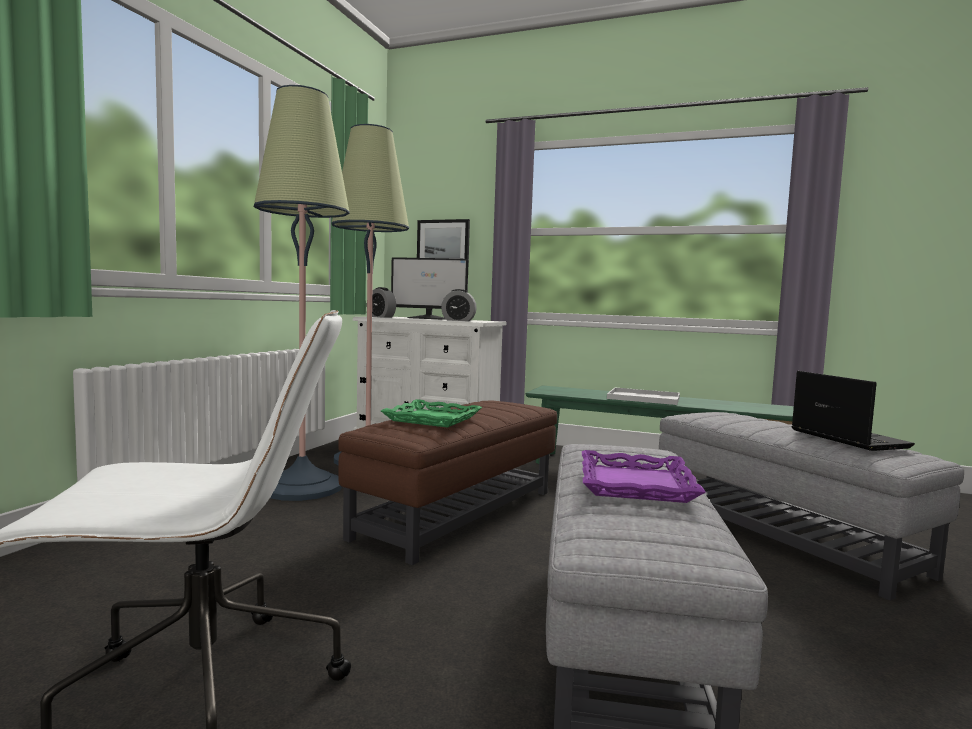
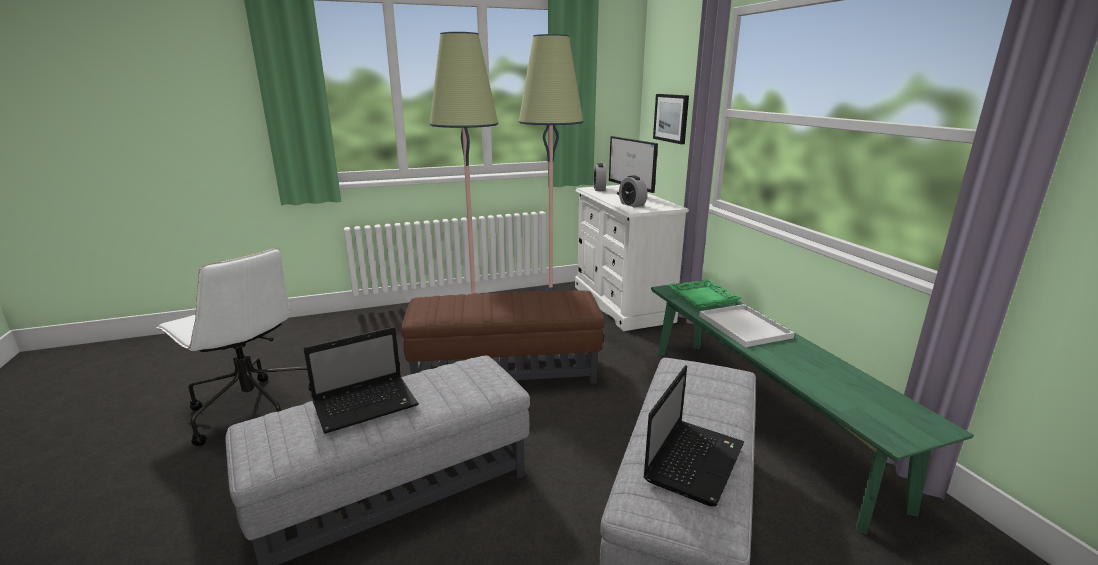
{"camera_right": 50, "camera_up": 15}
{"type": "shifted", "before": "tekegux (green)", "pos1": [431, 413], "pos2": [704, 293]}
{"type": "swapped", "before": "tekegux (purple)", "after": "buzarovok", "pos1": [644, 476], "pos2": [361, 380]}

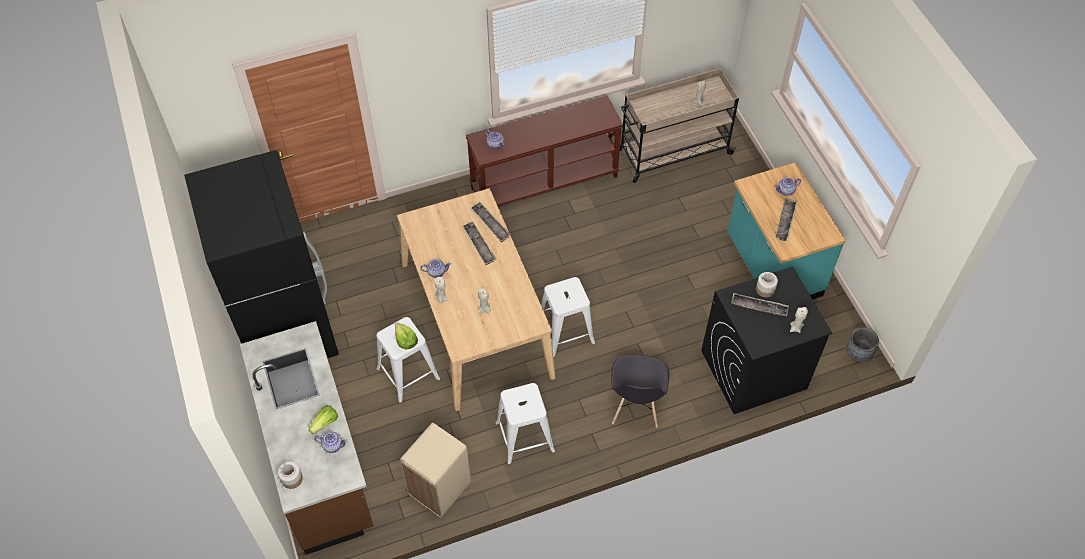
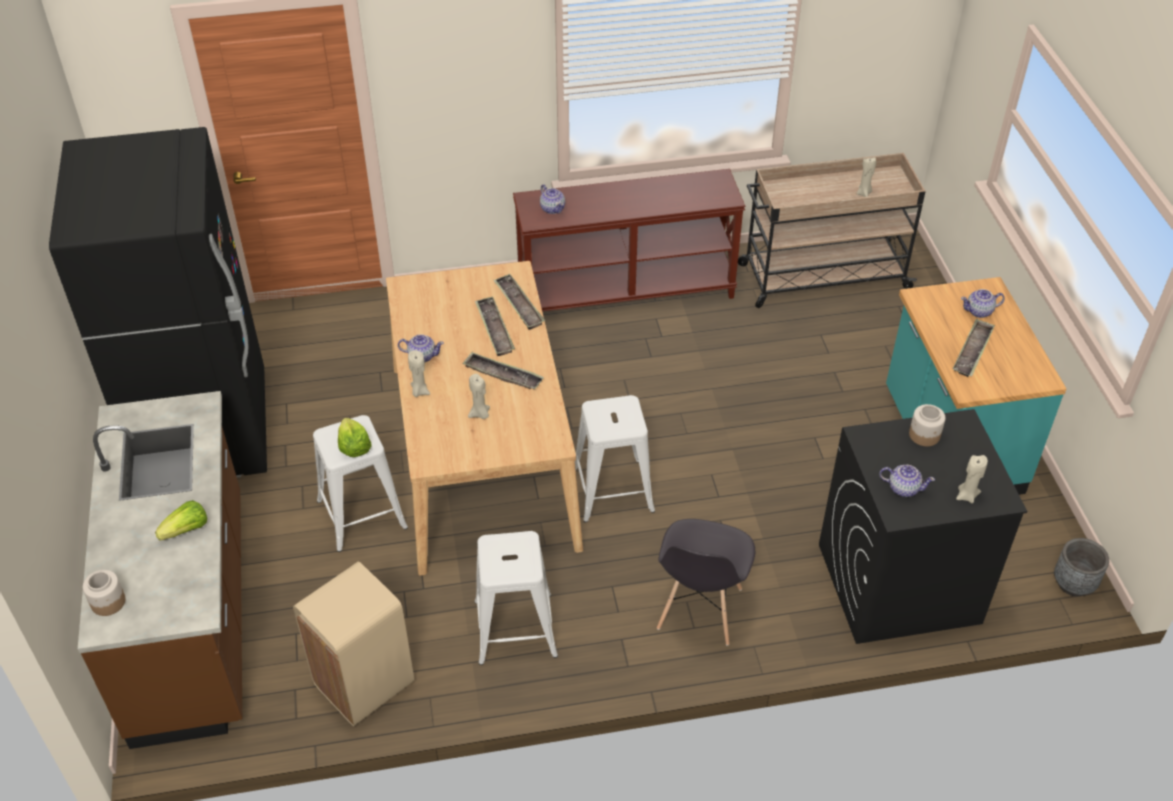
{"camera_right": 10, "camera_up": -10}
{"type": "shifted", "before": "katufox", "pos1": [331, 442], "pos2": [907, 481]}
{"type": "shifted", "before": "tekegux", "pos1": [760, 304], "pos2": [503, 370]}

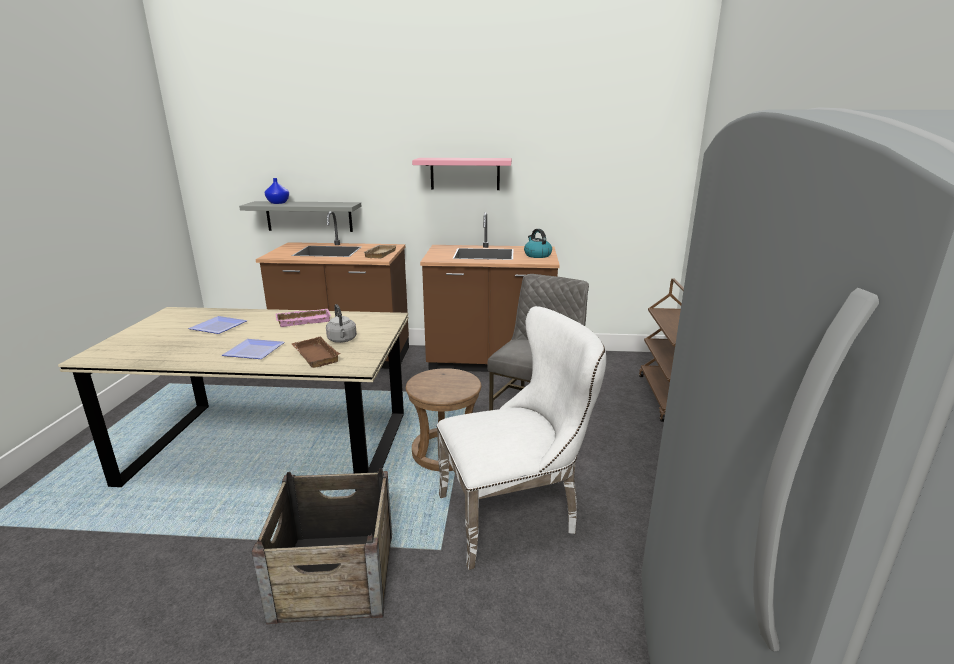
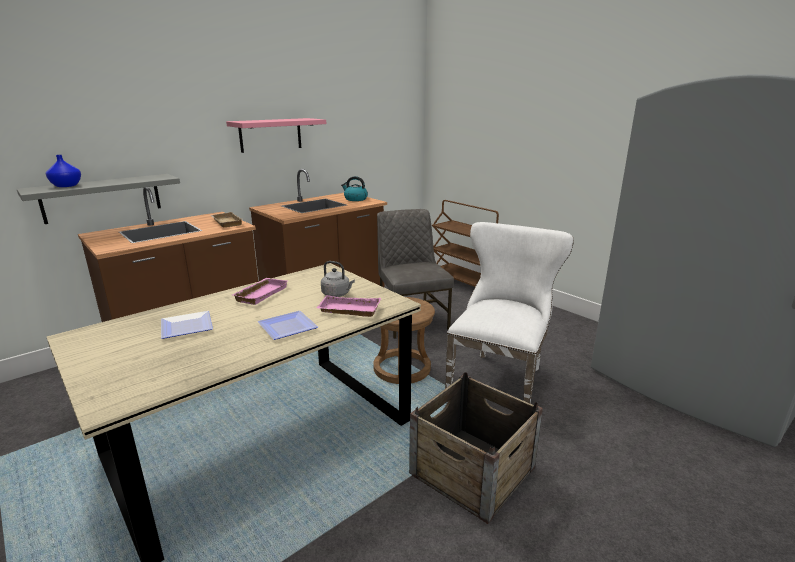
{"camera_right": -45, "camera_up": 0}
{"type": "repainted", "before": "tekegux (brown)", "after": "tekegux (pink)", "pos1": [316, 352], "pos2": [349, 306]}

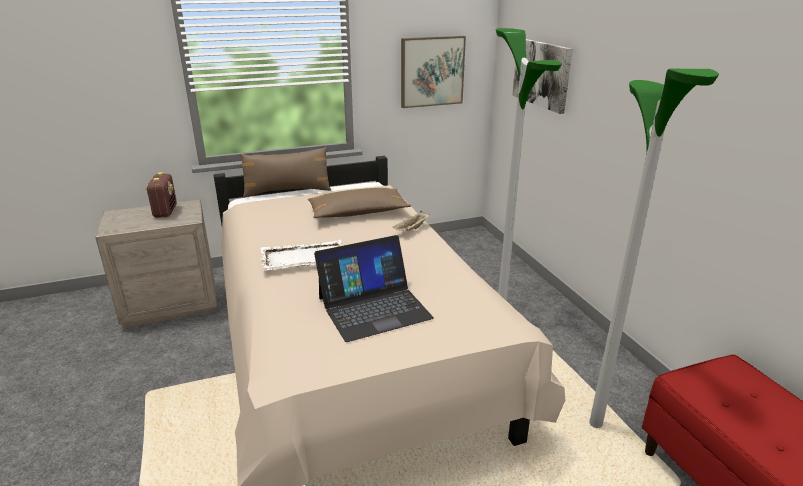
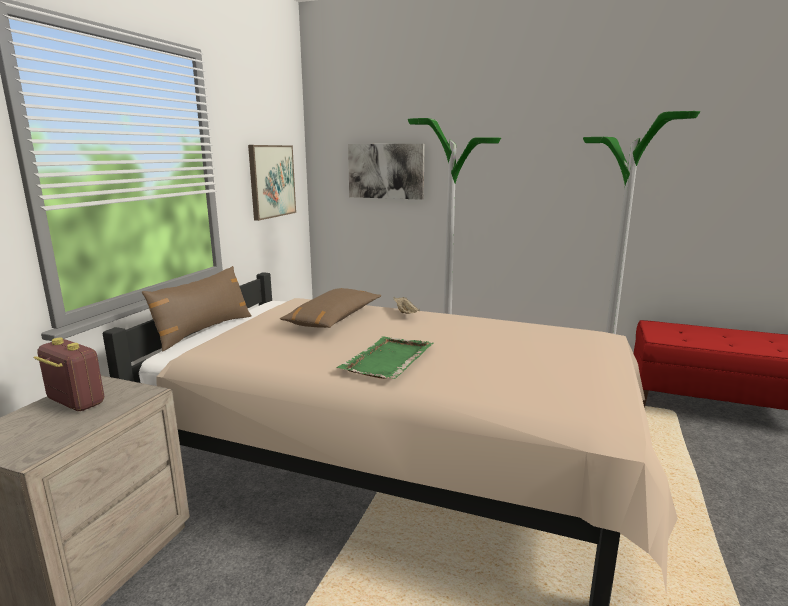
{"camera_right": -50, "camera_up": -10}
{"type": "gone", "before": "buzarovok", "pos1": [374, 288]}
{"type": "repainted", "before": "tekegux (white)", "after": "tekegux (green)", "pos1": [302, 255], "pos2": [385, 357]}

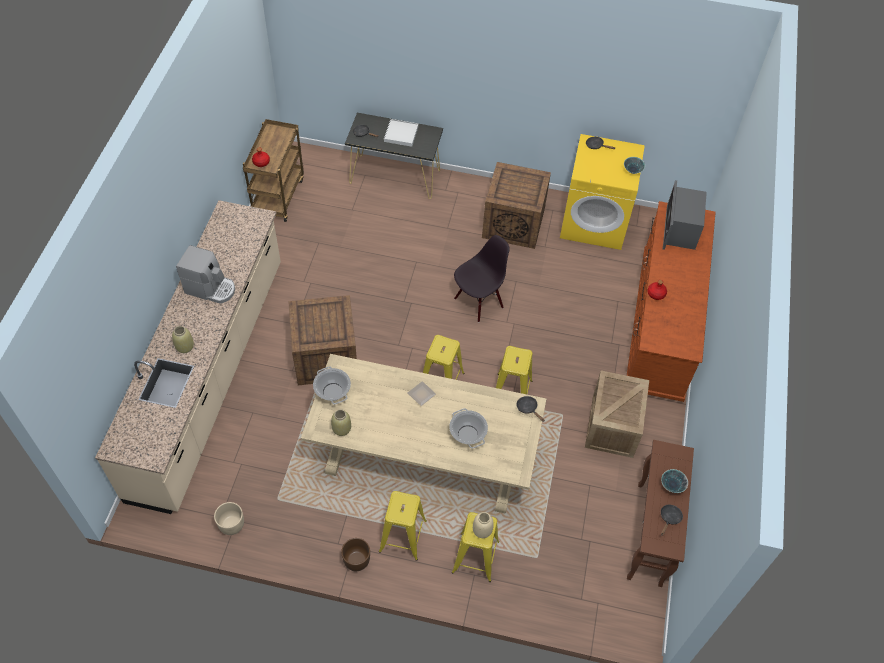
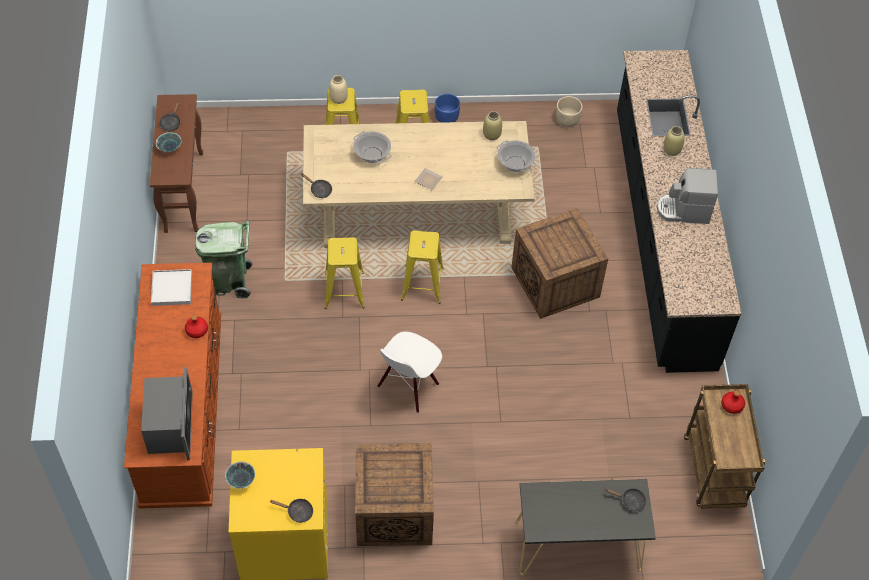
{"camera_right": 165, "camera_up": 0}
{"type": "shifted", "before": "tekegux (white)", "pos1": [401, 133], "pos2": [171, 287]}
{"type": "swapped", "before": "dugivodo", "after": "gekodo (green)", "pos1": [617, 414], "pos2": [224, 260]}
{"type": "repainted", "before": "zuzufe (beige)", "after": "zuzufe (black)", "pos1": [188, 357], "pos2": [679, 211]}
{"type": "repainted", "before": "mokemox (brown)", "after": "mokemox (blue)", "pos1": [355, 554], "pos2": [447, 108]}
{"type": "repainted", "before": "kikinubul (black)", "after": "kikinubul (white)", "pos1": [482, 278], "pos2": [410, 372]}

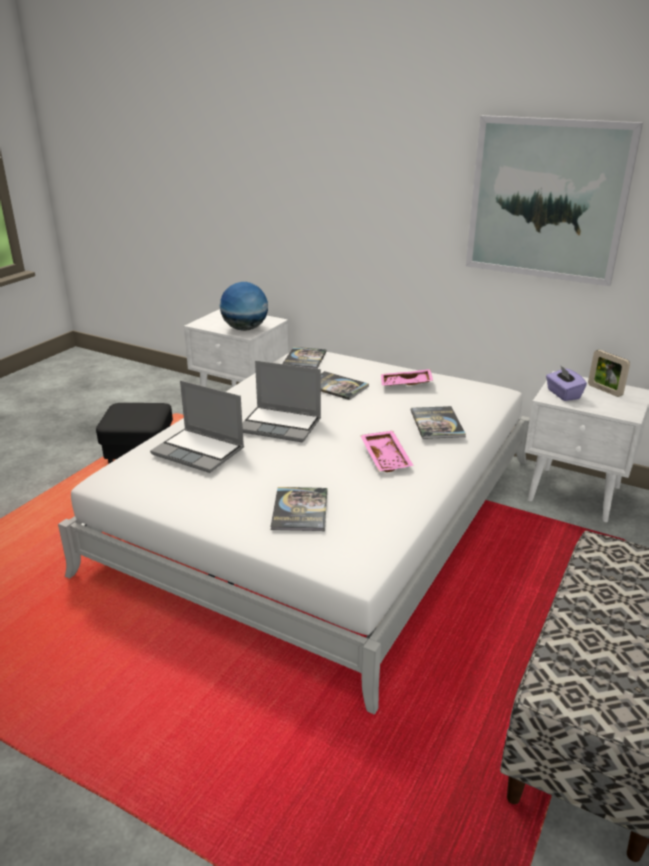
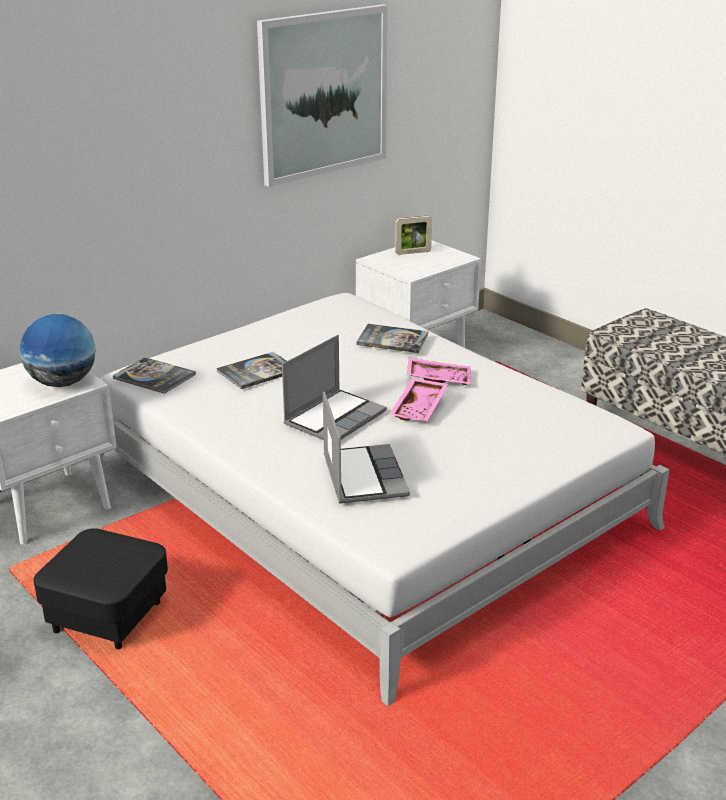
{"camera_right": -70, "camera_up": 0}
{"type": "gone", "before": "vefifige", "pos1": [298, 509]}
{"type": "gone", "before": "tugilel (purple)", "pos1": [566, 383]}
{"type": "shifted", "before": "tekegux (pink)", "pos1": [407, 377], "pos2": [418, 399]}
{"type": "rotated", "before": "buzarovok", "pos1": [197, 426], "pos2": [366, 448], "turn": -60}

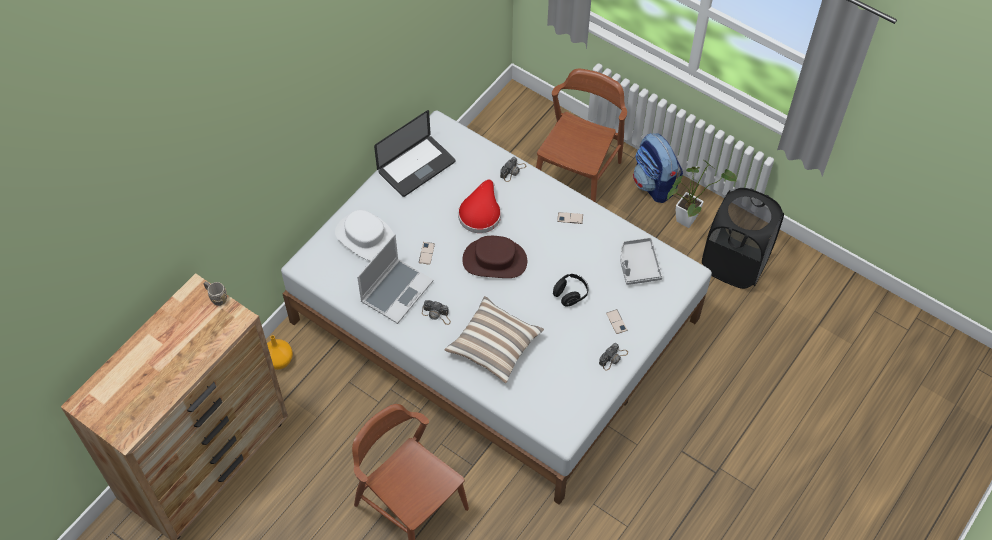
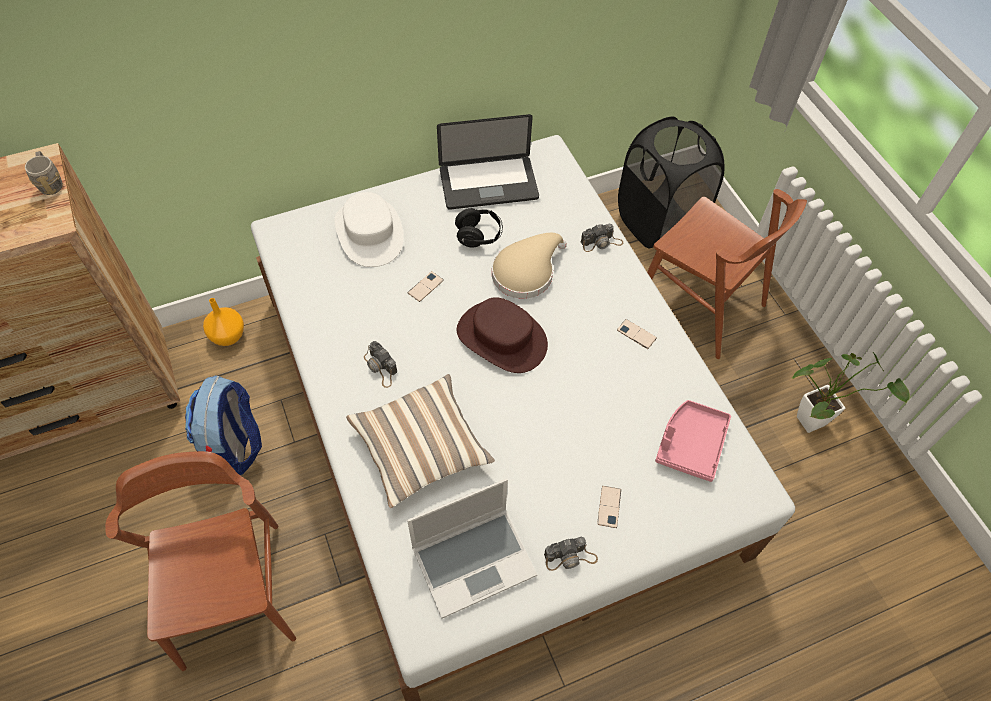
{"camera_right": 30, "camera_up": 0}
{"type": "shifted", "before": "buzarovok", "pos1": [395, 279], "pos2": [472, 548]}
{"type": "shifted", "before": "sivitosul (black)", "pos1": [571, 290], "pos2": [479, 227]}
{"type": "shifted", "before": "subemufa", "pos1": [658, 168], "pos2": [223, 425]}
{"type": "shifted", "before": "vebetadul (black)", "pos1": [743, 238], "pos2": [671, 182]}
{"type": "repainted", "before": "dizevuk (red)", "after": "dizevuk (beige)", "pos1": [479, 206], "pos2": [529, 266]}
{"type": "repainted", "before": "tekegux (grey)", "after": "tekegux (pink)", "pos1": [641, 261], "pos2": [693, 441]}
{"type": "rotated", "before": "kikinubul (brown)", "pos1": [581, 135], "pos2": [727, 274], "turn": 75}

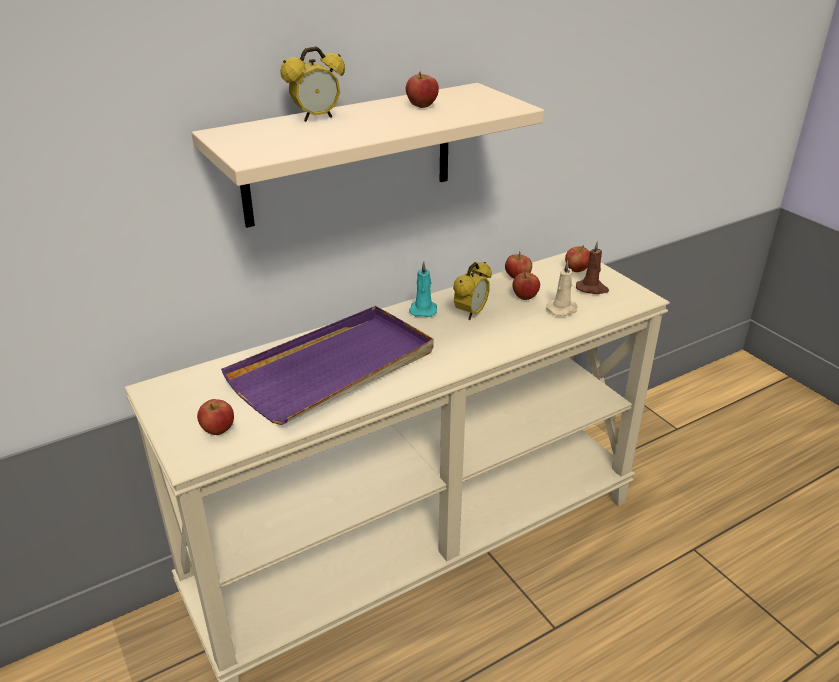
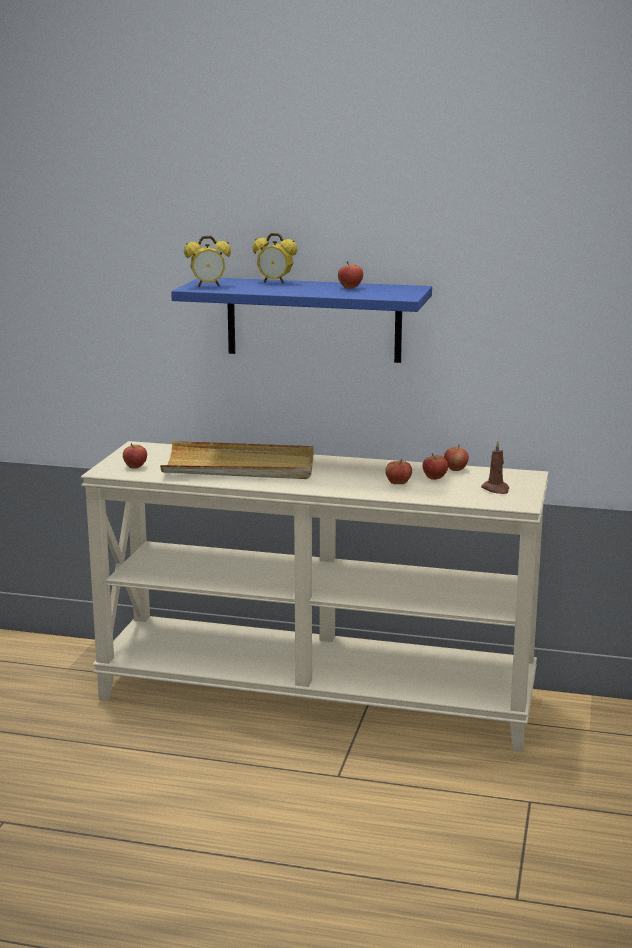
{"camera_right": 45, "camera_up": -15}
{"type": "gone", "before": "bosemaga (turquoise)", "pos1": [423, 289]}
{"type": "gone", "before": "bosemaga (beige)", "pos1": [562, 288]}
{"type": "shifted", "before": "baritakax", "pos1": [472, 291], "pos2": [207, 261]}
{"type": "shifted", "before": "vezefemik", "pos1": [577, 259], "pos2": [398, 471]}
{"type": "repainted", "before": "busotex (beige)", "after": "busotex (blue)", "pos1": [368, 155], "pos2": [301, 320]}
{"type": "repainted", "before": "tekegux (purple)", "after": "tekegux (beige)", "pos1": [327, 365], "pos2": [237, 460]}

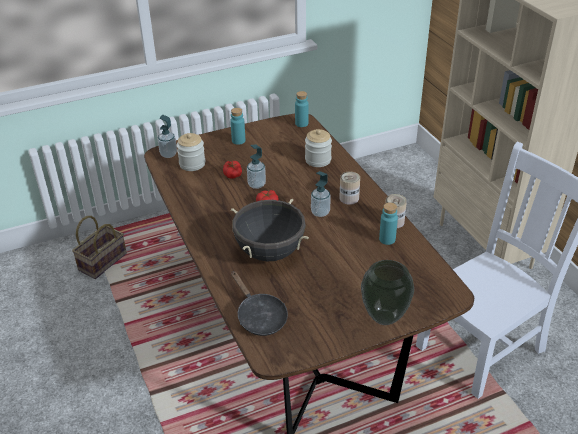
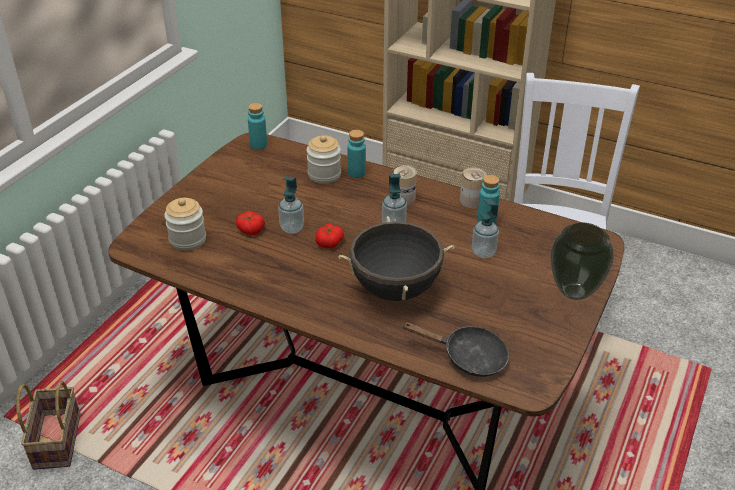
{"camera_right": -40, "camera_up": 0}
{"type": "shifted", "before": "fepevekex", "pos1": [167, 136], "pos2": [485, 228]}
{"type": "shifted", "before": "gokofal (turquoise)", "pos1": [237, 126], "pos2": [356, 154]}

